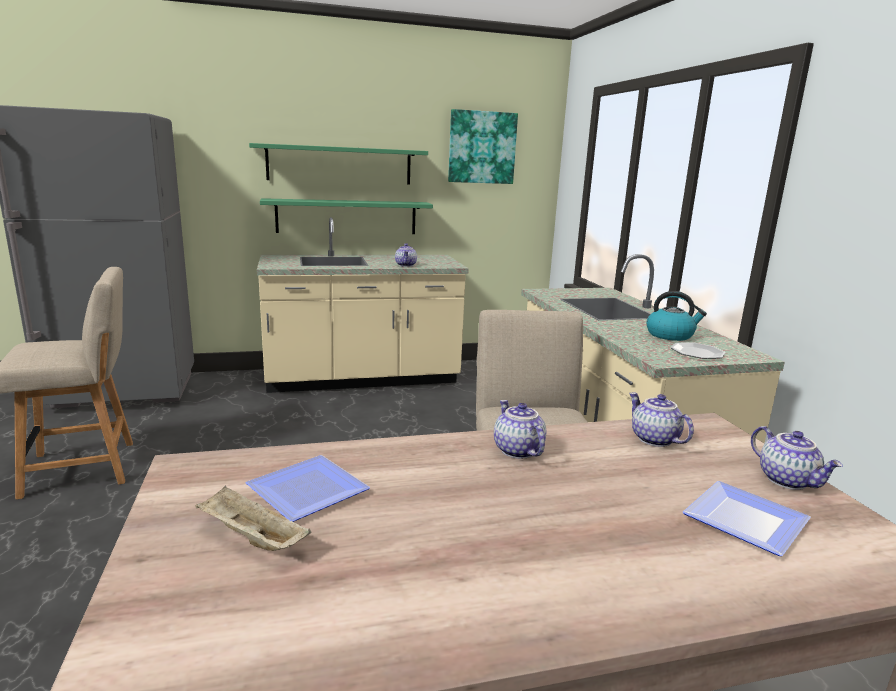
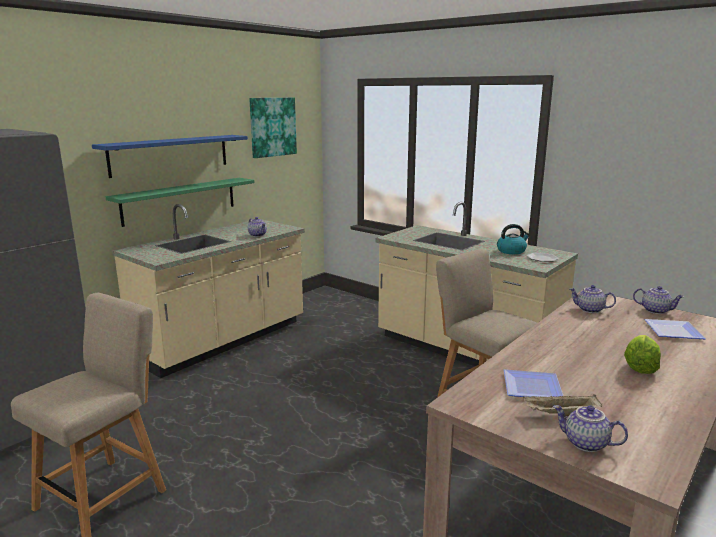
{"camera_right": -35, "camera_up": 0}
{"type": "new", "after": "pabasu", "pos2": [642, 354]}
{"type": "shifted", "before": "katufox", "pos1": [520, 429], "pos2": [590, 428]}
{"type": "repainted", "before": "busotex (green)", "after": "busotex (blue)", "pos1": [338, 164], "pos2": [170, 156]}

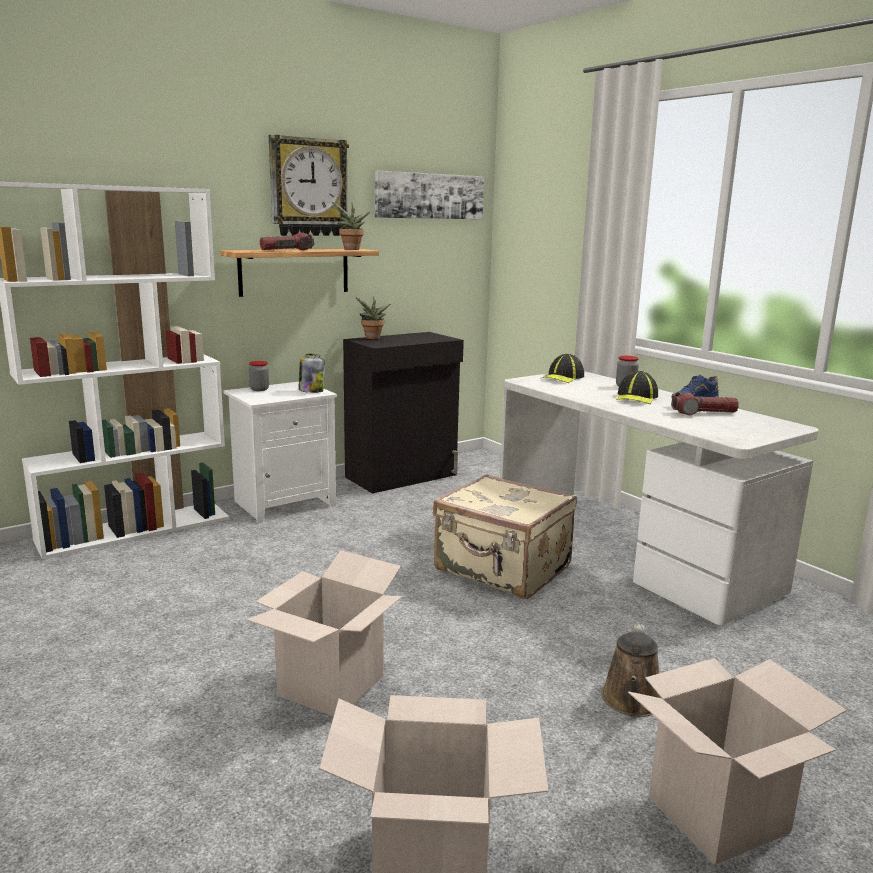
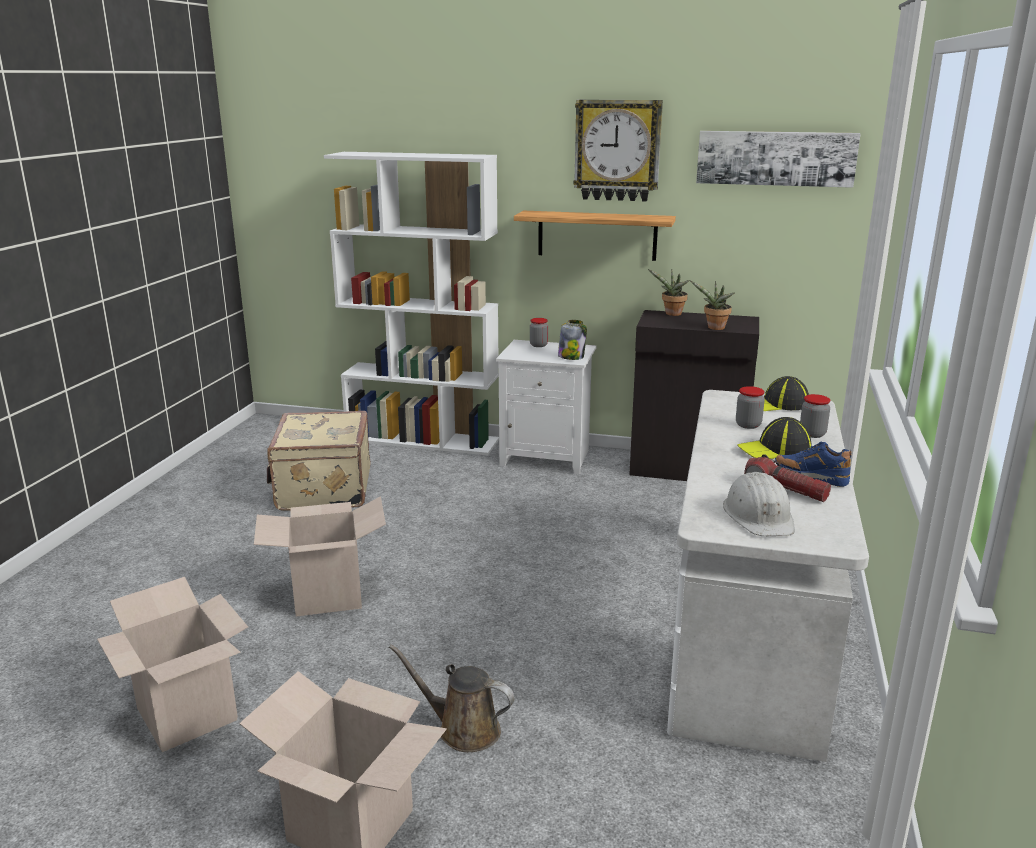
{"camera_right": 50, "camera_up": 5}
{"type": "gone", "before": "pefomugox", "pos1": [287, 241]}
{"type": "new", "after": "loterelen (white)", "pos2": [759, 504]}
{"type": "new", "after": "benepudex", "pos2": [750, 407]}
{"type": "shifted", "before": "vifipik", "pos1": [351, 226], "pos2": [712, 305]}
{"type": "shifted", "before": "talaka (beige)", "pos1": [505, 536], "pos2": [319, 461]}
{"type": "rotated", "before": "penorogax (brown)", "pos1": [631, 670], "pos2": [452, 698], "turn": 45}

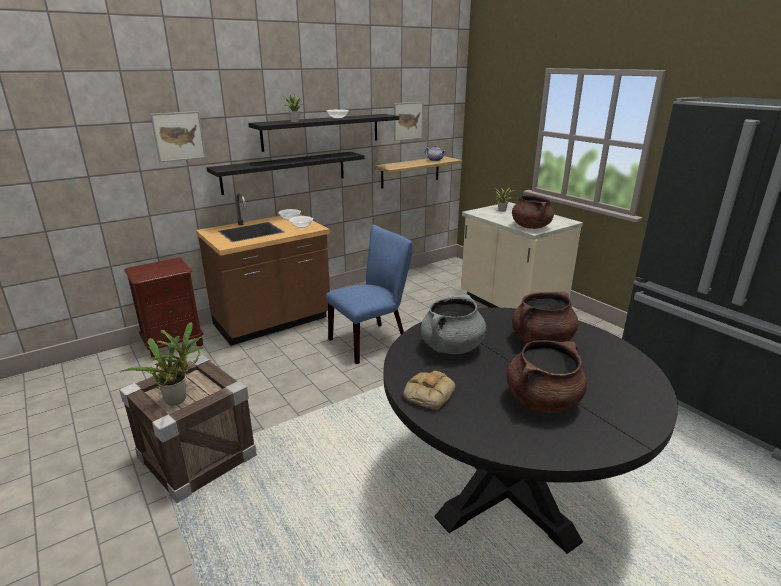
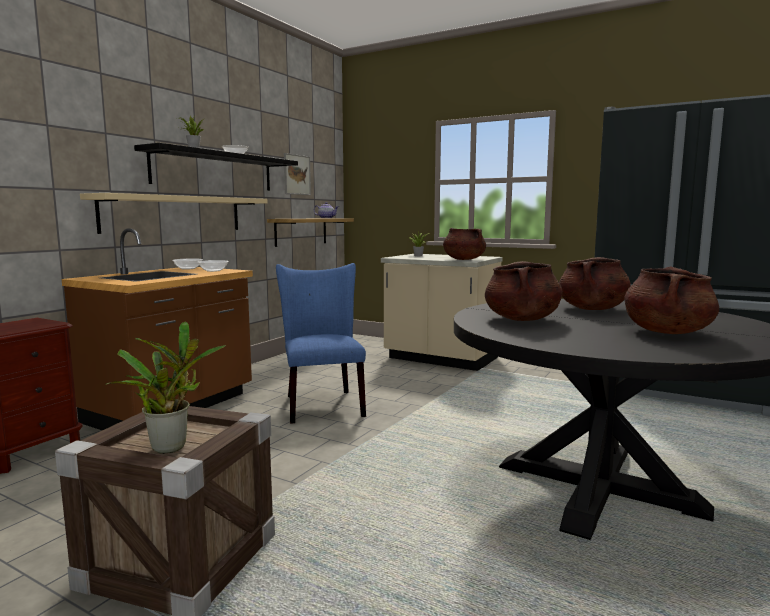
{"camera_right": -25, "camera_up": -15}
{"type": "gone", "before": "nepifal", "pos1": [178, 136]}
{"type": "gone", "before": "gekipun", "pos1": [429, 390]}
{"type": "repainted", "before": "busotex (black)", "after": "busotex (beige)", "pos1": [285, 173], "pos2": [173, 213]}
{"type": "repainted", "before": "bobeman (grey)", "after": "bobeman (brown)", "pos1": [453, 324], "pos2": [523, 291]}
{"type": "rotated", "before": "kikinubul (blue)", "pos1": [369, 294], "pos2": [321, 343], "turn": -45}

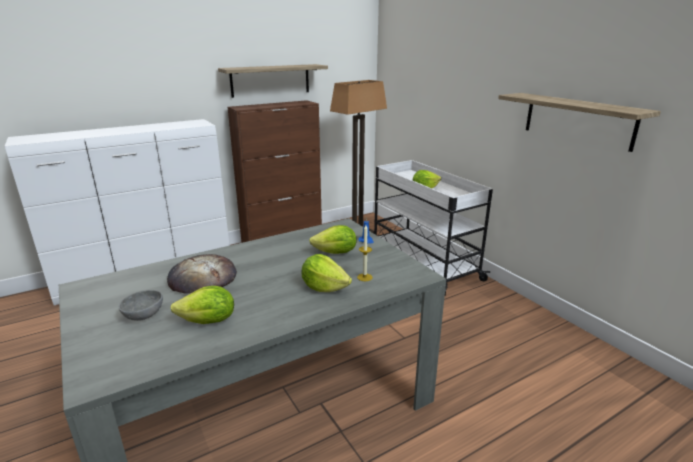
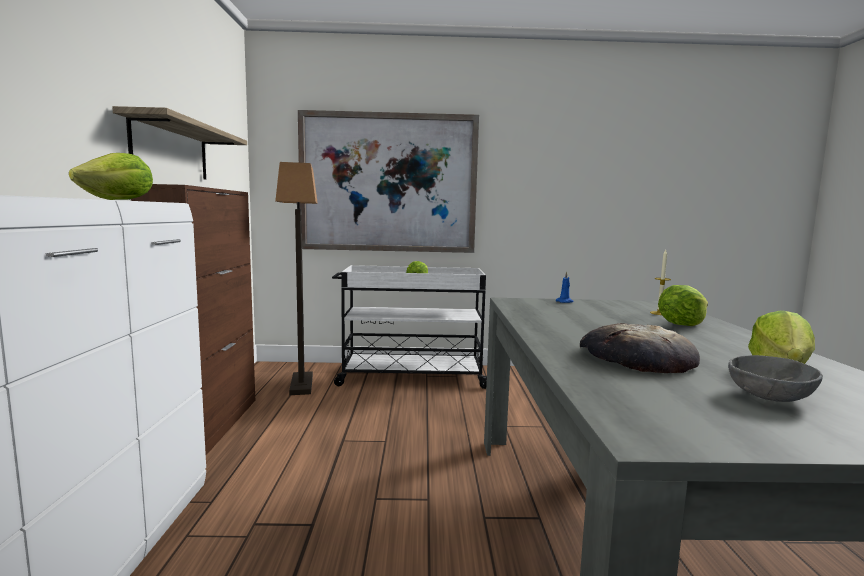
{"camera_right": -60, "camera_up": -15}
{"type": "gone", "before": "busotex", "pos1": [579, 122]}
{"type": "new", "after": "nepifal", "pos2": [388, 181]}
{"type": "shifted", "before": "pabasu", "pos1": [332, 239], "pos2": [111, 176]}

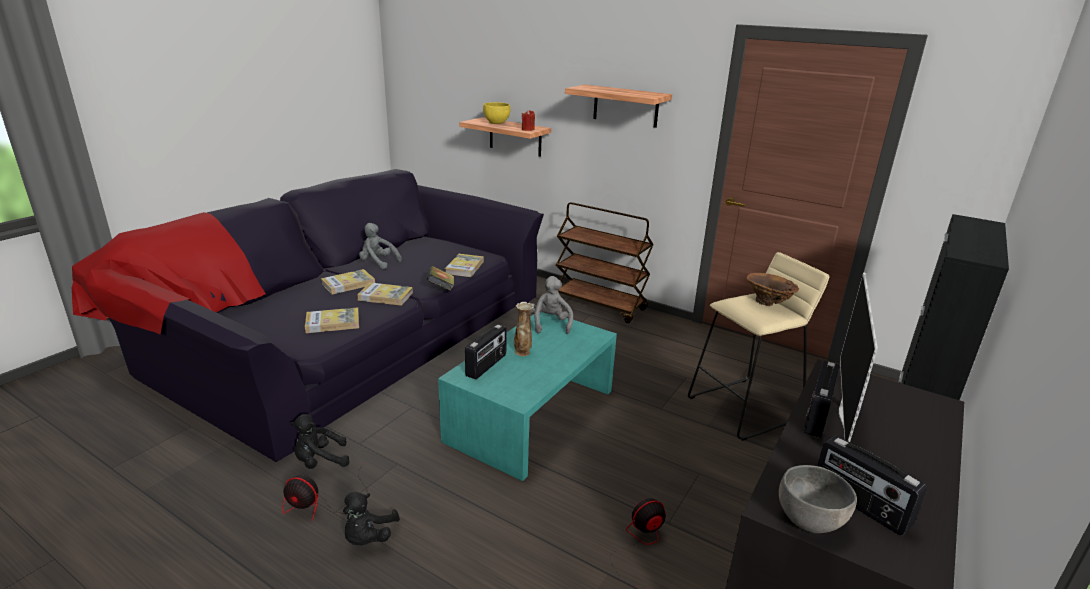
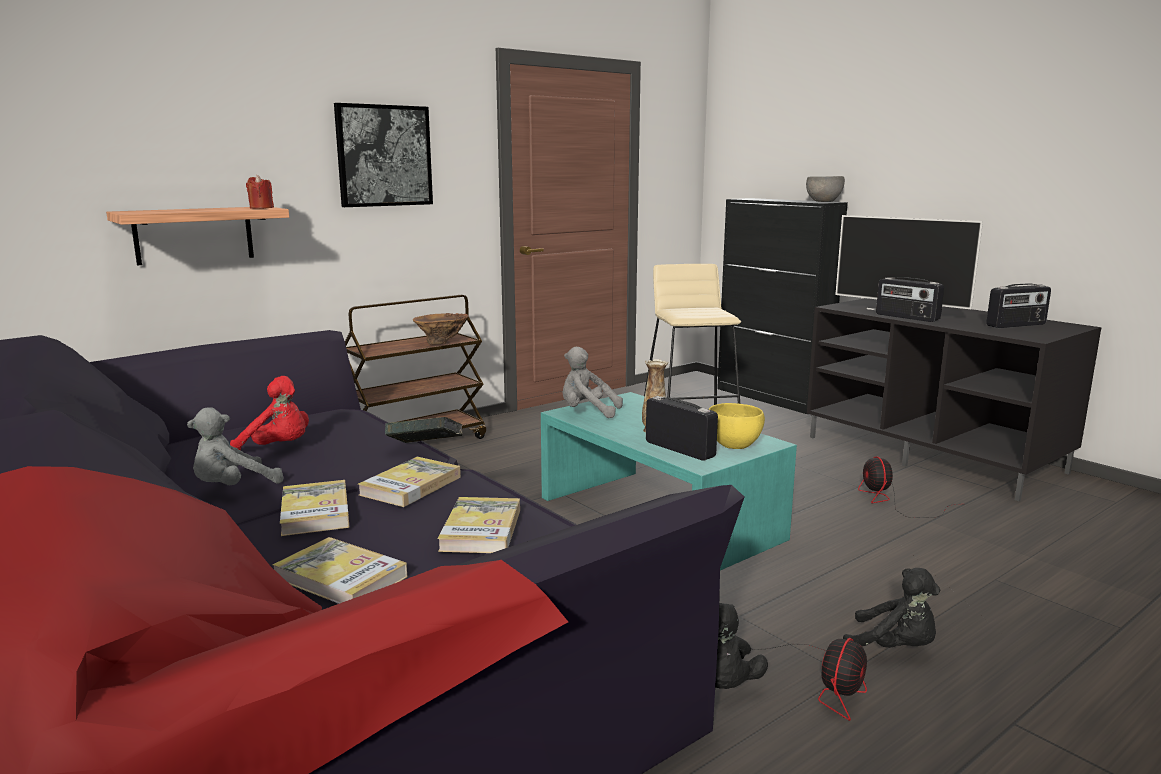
{"camera_right": -70, "camera_up": -10}
{"type": "new", "after": "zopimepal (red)", "pos2": [269, 413]}
{"type": "shifted", "before": "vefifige", "pos1": [464, 265], "pos2": [339, 570]}
{"type": "shifted", "before": "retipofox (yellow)", "pos1": [497, 113], "pos2": [736, 426]}
{"type": "shifted", "before": "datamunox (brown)", "pos1": [773, 289], "pos2": [441, 329]}
{"type": "shifted", "before": "retipofox (grey)", "pos1": [818, 499], "pos2": [825, 189]}
{"type": "swapped", "before": "busotex", "after": "nepifal", "pos1": [618, 106], "pos2": [383, 155]}

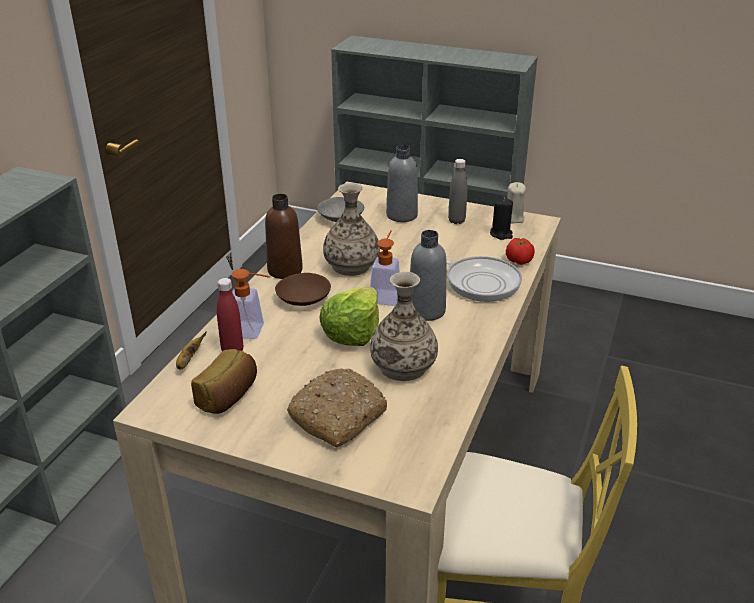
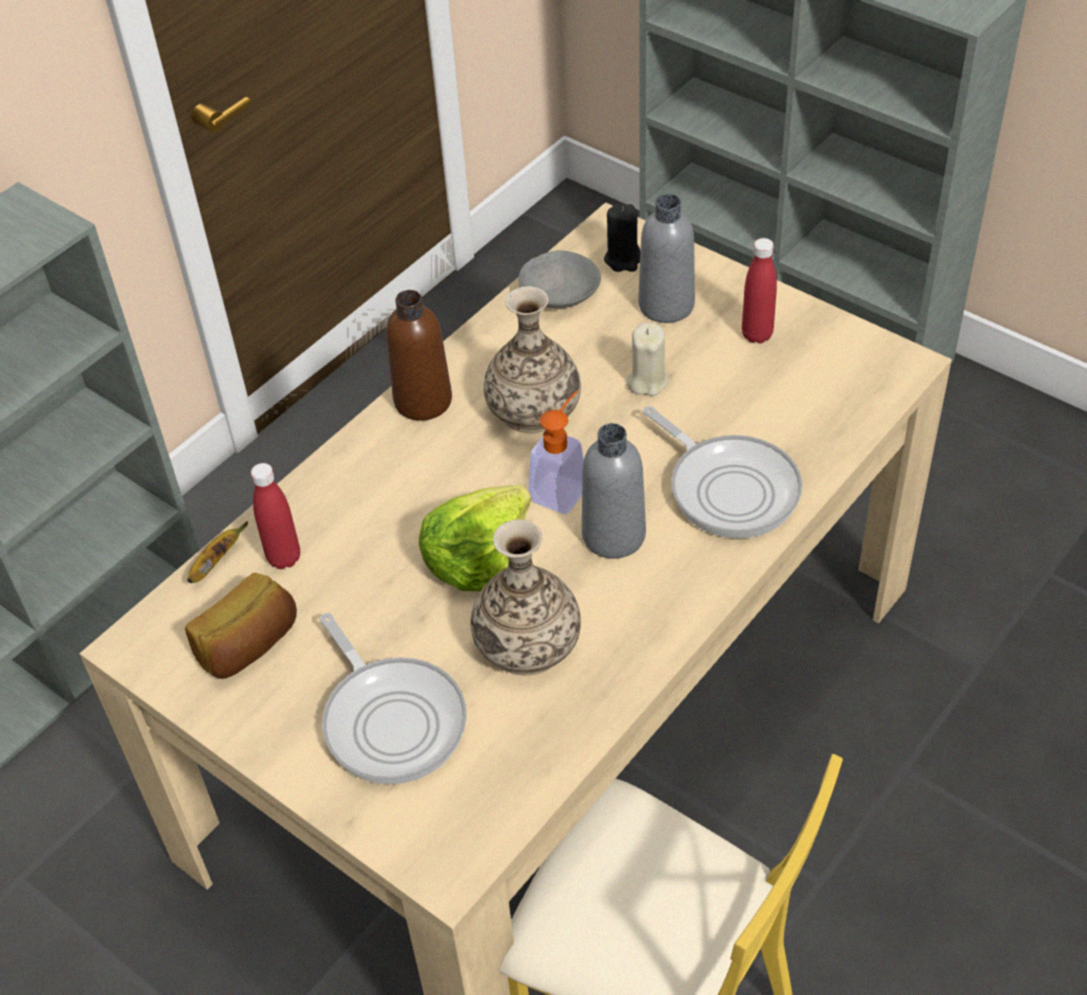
{"camera_right": 20, "camera_up": 15}
{"type": "gone", "before": "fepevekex", "pos1": [251, 304]}
{"type": "gone", "before": "retipofox (brown)", "pos1": [303, 289]}
{"type": "gone", "before": "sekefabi", "pos1": [520, 251]}
{"type": "shifted", "before": "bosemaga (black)", "pos1": [501, 219], "pos2": [622, 238]}
{"type": "shifted", "before": "bosemaga (beige)", "pos1": [516, 202], "pos2": [648, 359]}
{"type": "swapped", "before": "gekipun", "after": "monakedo", "pos1": [337, 407], "pos2": [393, 698]}
{"type": "repainted", "before": "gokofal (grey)", "after": "gokofal (red)", "pos1": [458, 191], "pos2": [759, 291]}

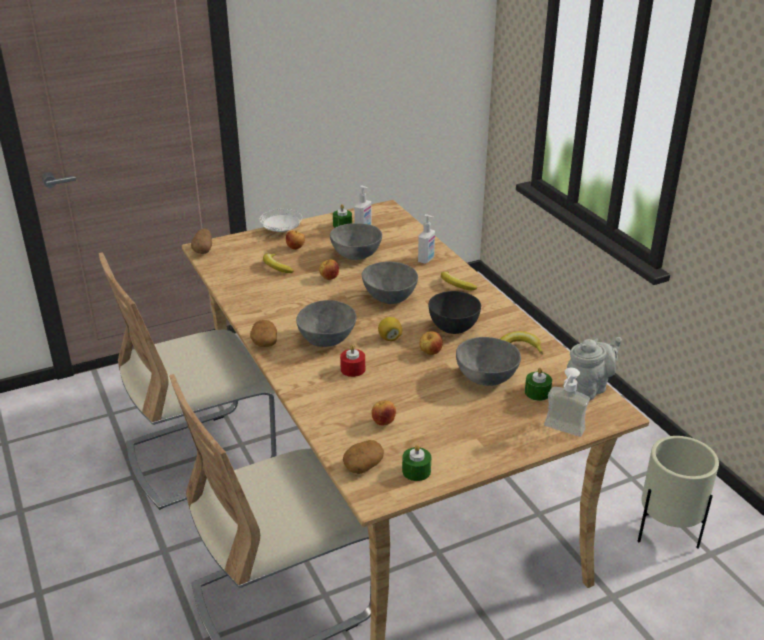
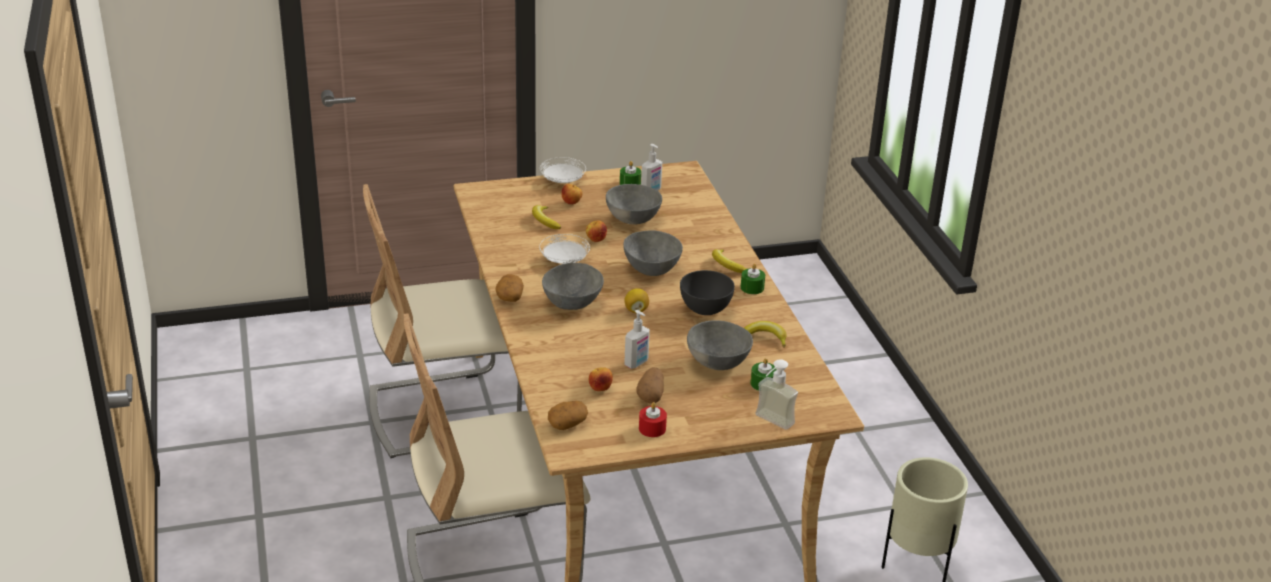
{"camera_right": 10, "camera_up": 0}
{"type": "gone", "before": "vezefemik", "pos1": [431, 343]}
{"type": "gone", "before": "katufox (grey)", "pos1": [594, 368]}
{"type": "new", "after": "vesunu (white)", "pos2": [564, 249]}
{"type": "shifted", "before": "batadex", "pos1": [201, 241], "pos2": [650, 385]}
{"type": "shifted", "before": "bosemaga (red)", "pos1": [352, 361], "pos2": [653, 419]}
{"type": "shifted", "before": "bosemaga (green)", "pos1": [416, 462], "pos2": [752, 278]}
{"type": "shifted", "before": "fepevekex", "pos1": [426, 239], "pos2": [637, 339]}

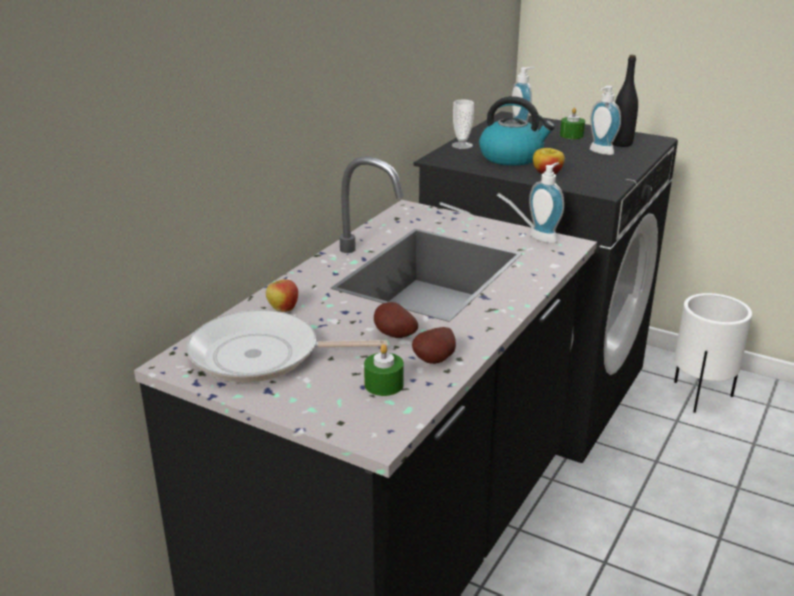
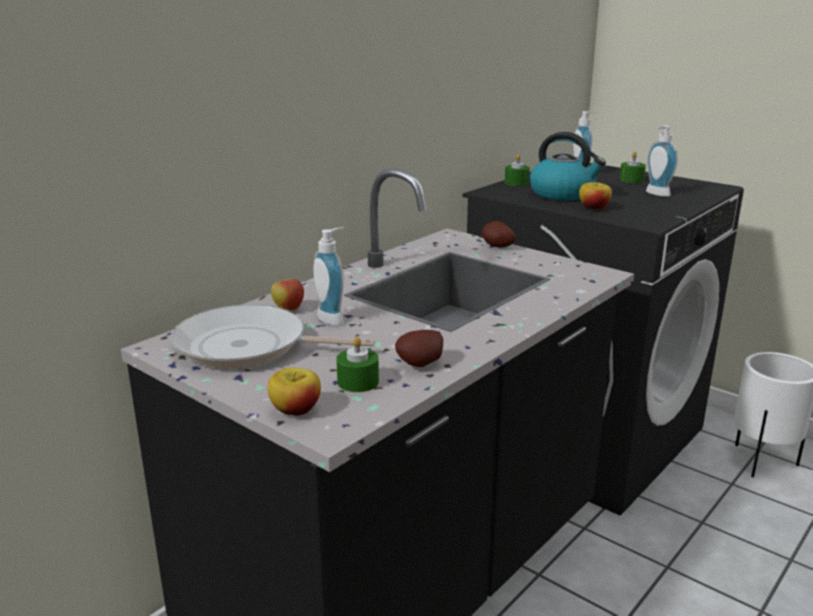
{"camera_right": 10, "camera_up": -5}
{"type": "gone", "before": "gokofal (black)", "pos1": [625, 101]}
{"type": "new", "after": "vezefemik", "pos2": [294, 391]}
{"type": "shifted", "before": "batadex", "pos1": [396, 320], "pos2": [499, 234]}
{"type": "shifted", "before": "fepevekex", "pos1": [546, 203], "pos2": [328, 276]}
{"type": "swapped", "before": "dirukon", "after": "bosemaga (green)", "pos1": [463, 124], "pos2": [517, 170]}

